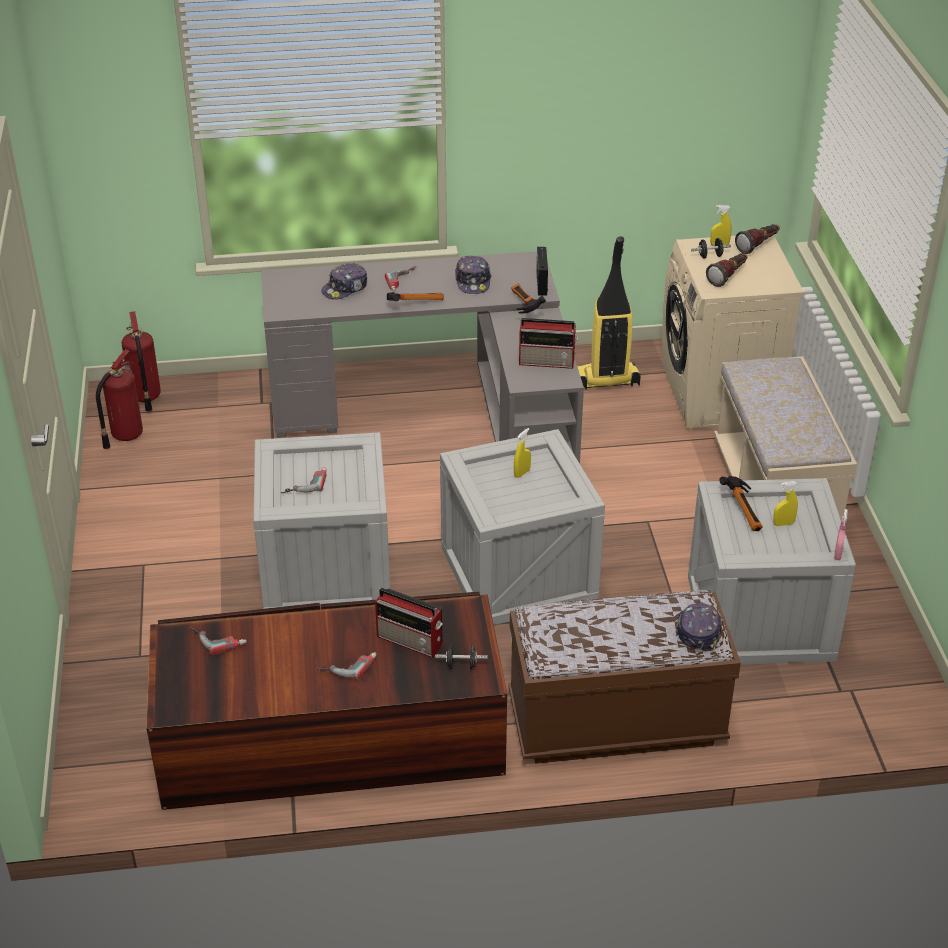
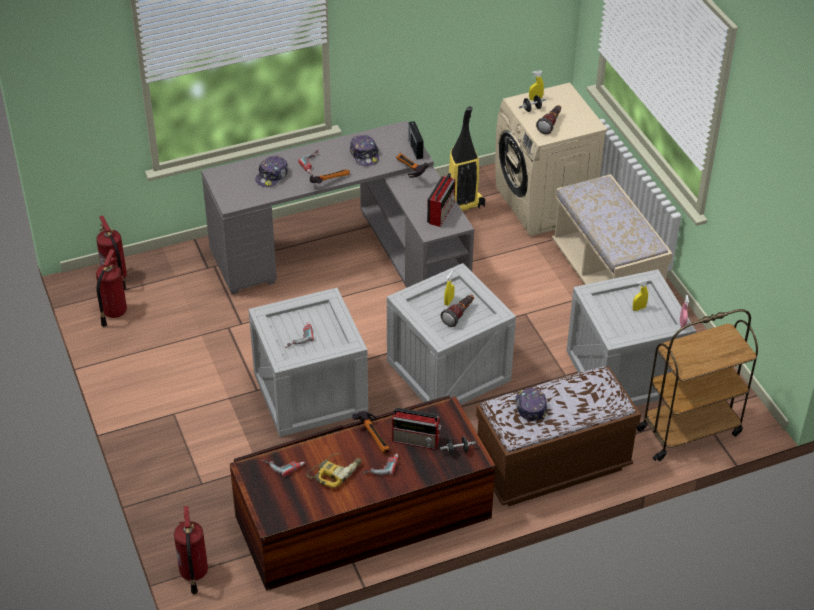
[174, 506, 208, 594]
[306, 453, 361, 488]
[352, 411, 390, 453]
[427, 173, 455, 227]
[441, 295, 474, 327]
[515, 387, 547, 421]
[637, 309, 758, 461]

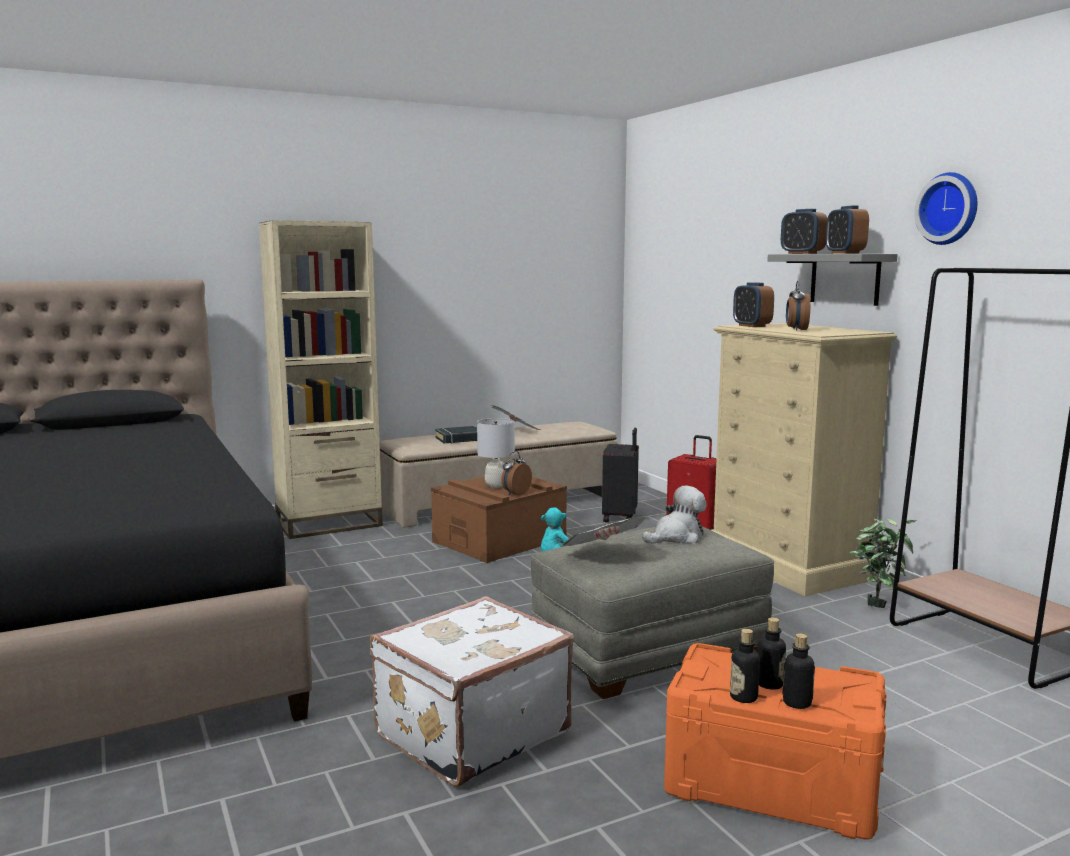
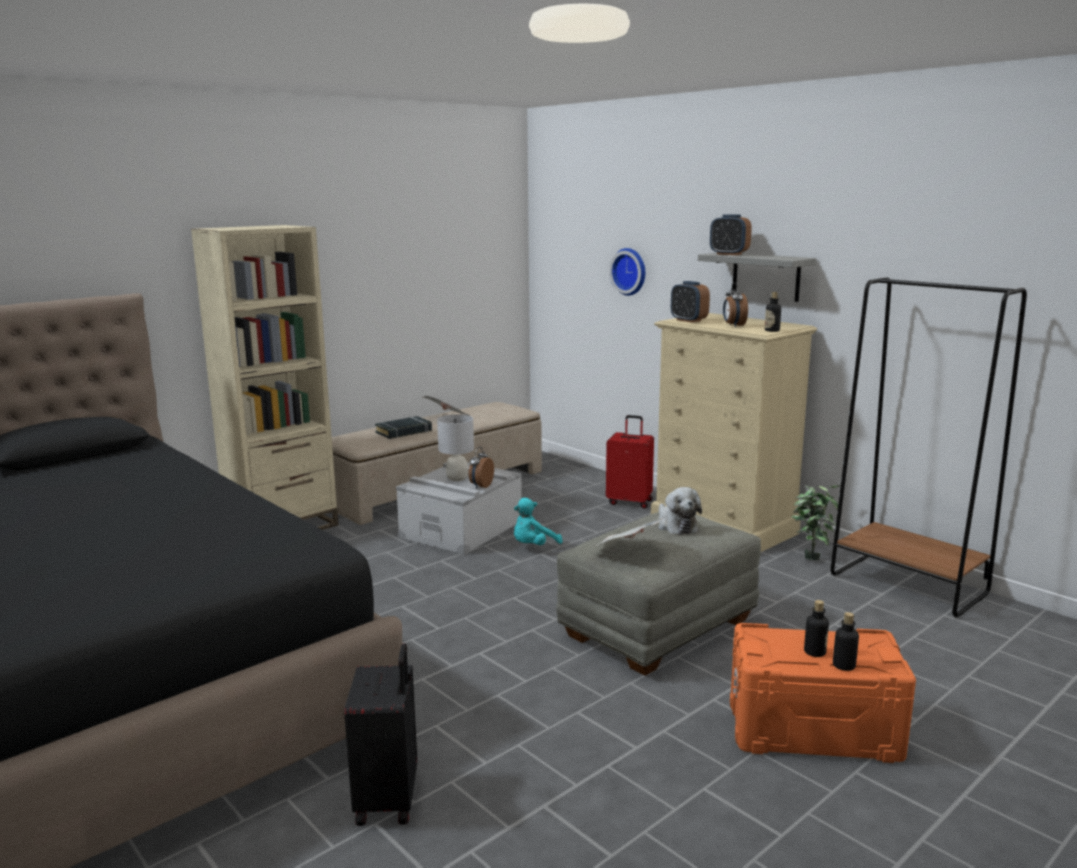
[344, 643, 417, 826]
[396, 462, 522, 555]
[609, 248, 645, 296]
[658, 487, 702, 535]
[765, 292, 781, 332]
[370, 596, 574, 787] (first image)
[826, 205, 869, 254] (first image)

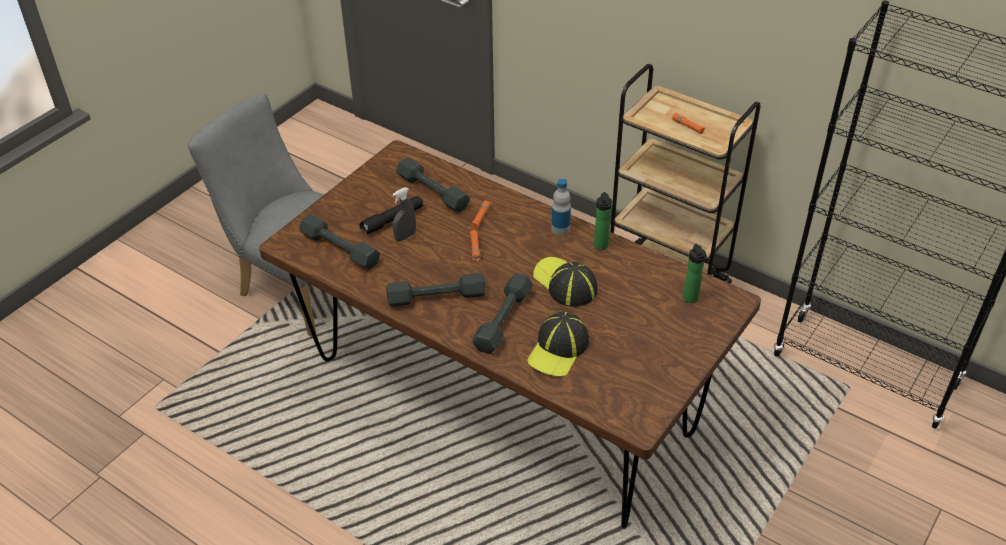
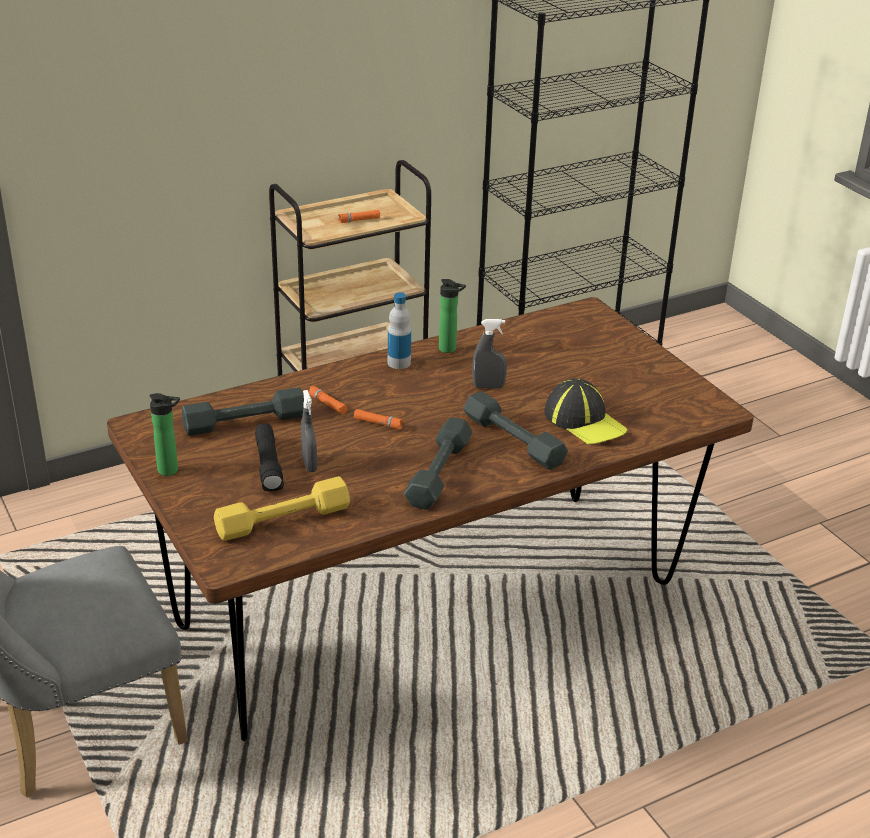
[149, 393, 180, 476]
[214, 476, 350, 541]
[472, 319, 507, 389]

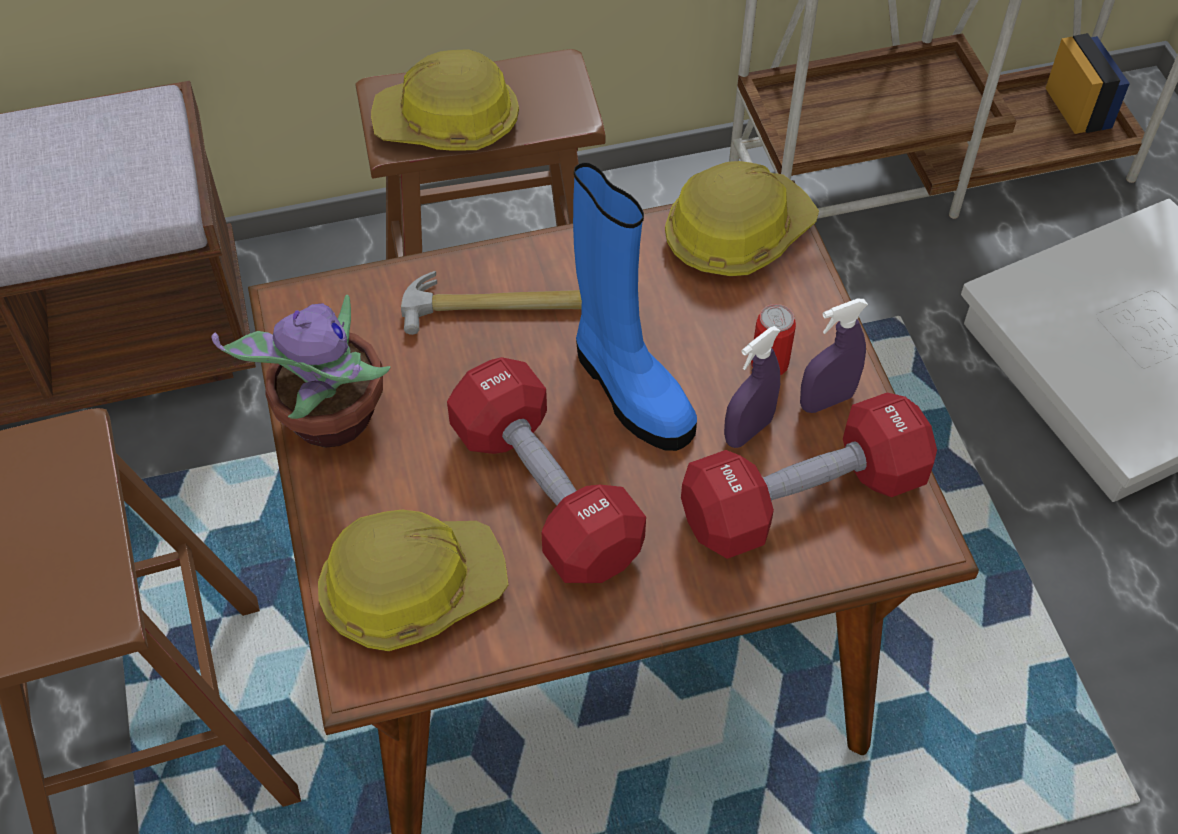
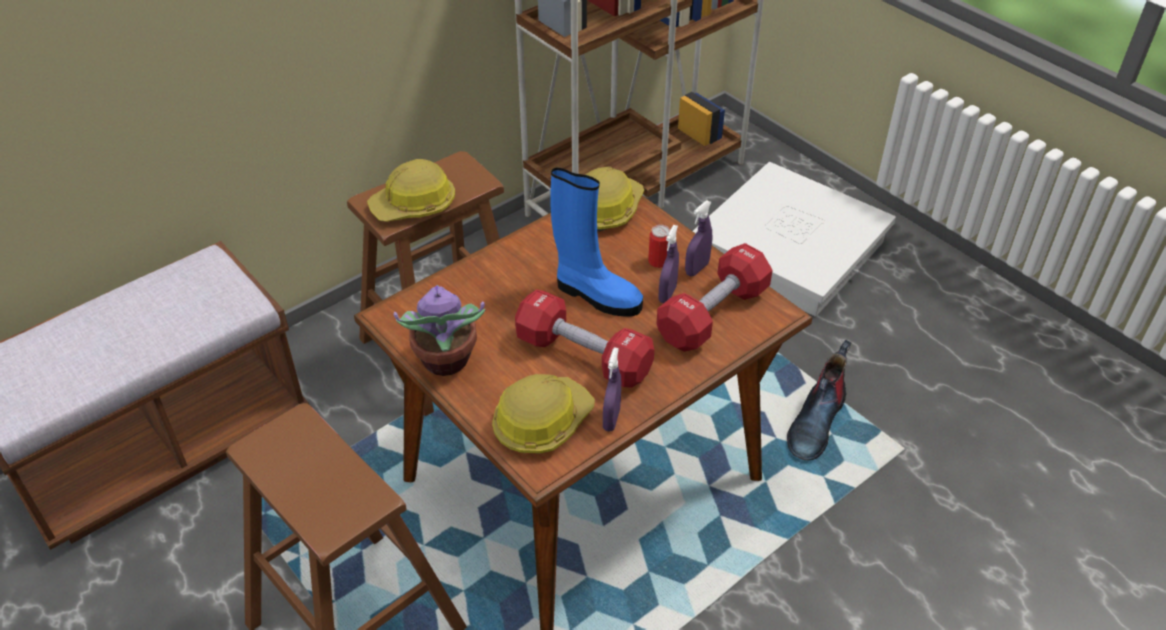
[603, 347, 621, 431]
[787, 340, 851, 461]
[401, 271, 582, 335] (first image)

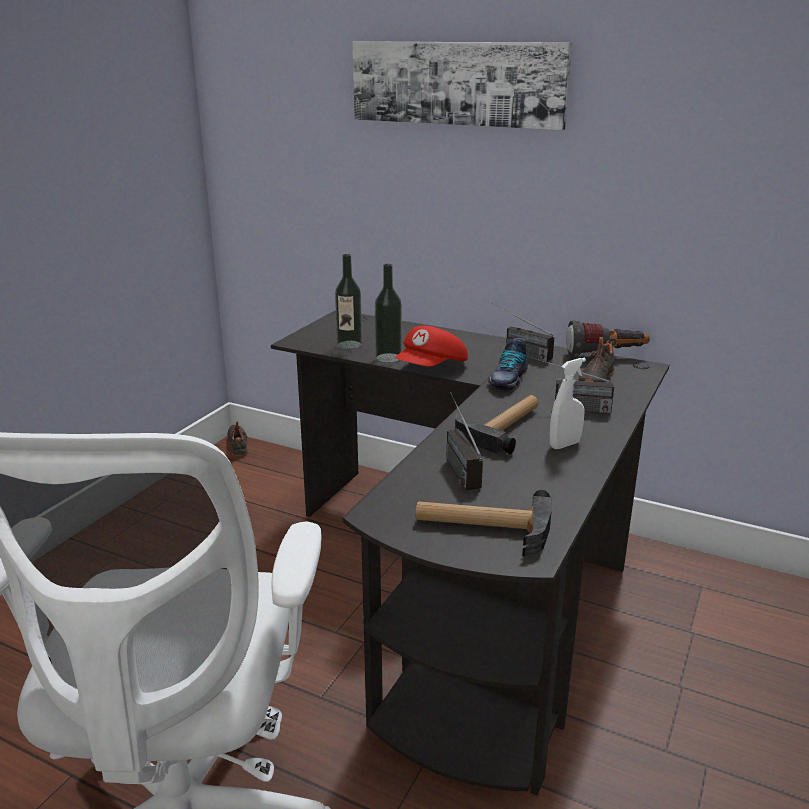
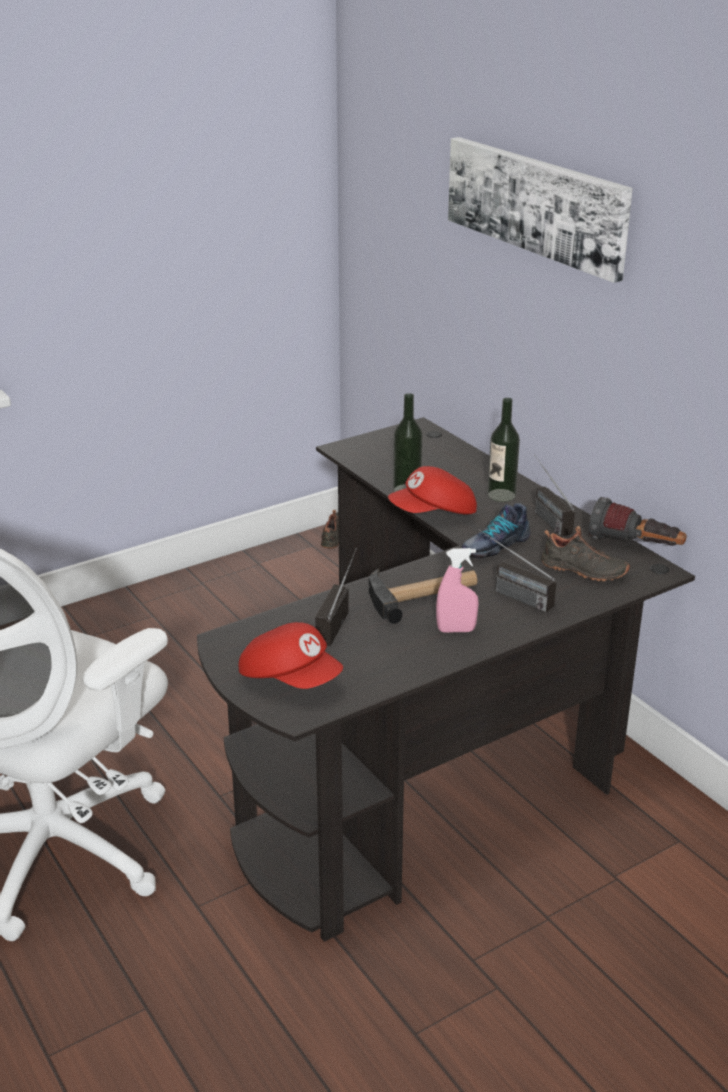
[239, 622, 343, 689]
[436, 548, 479, 633]
[487, 398, 520, 502]
[541, 526, 630, 581]

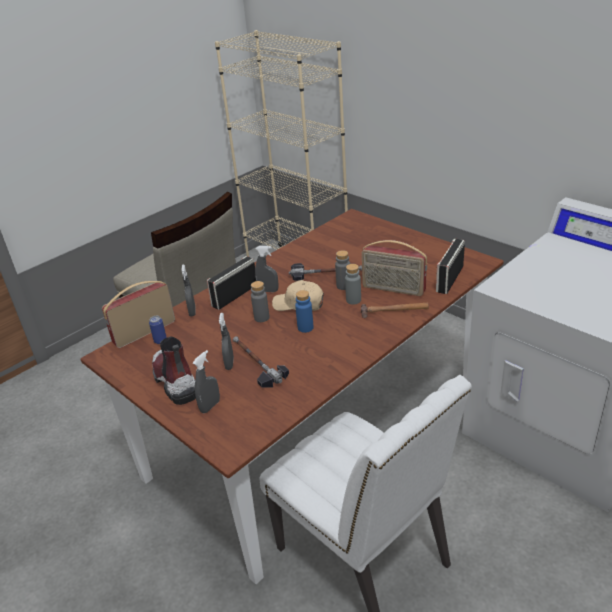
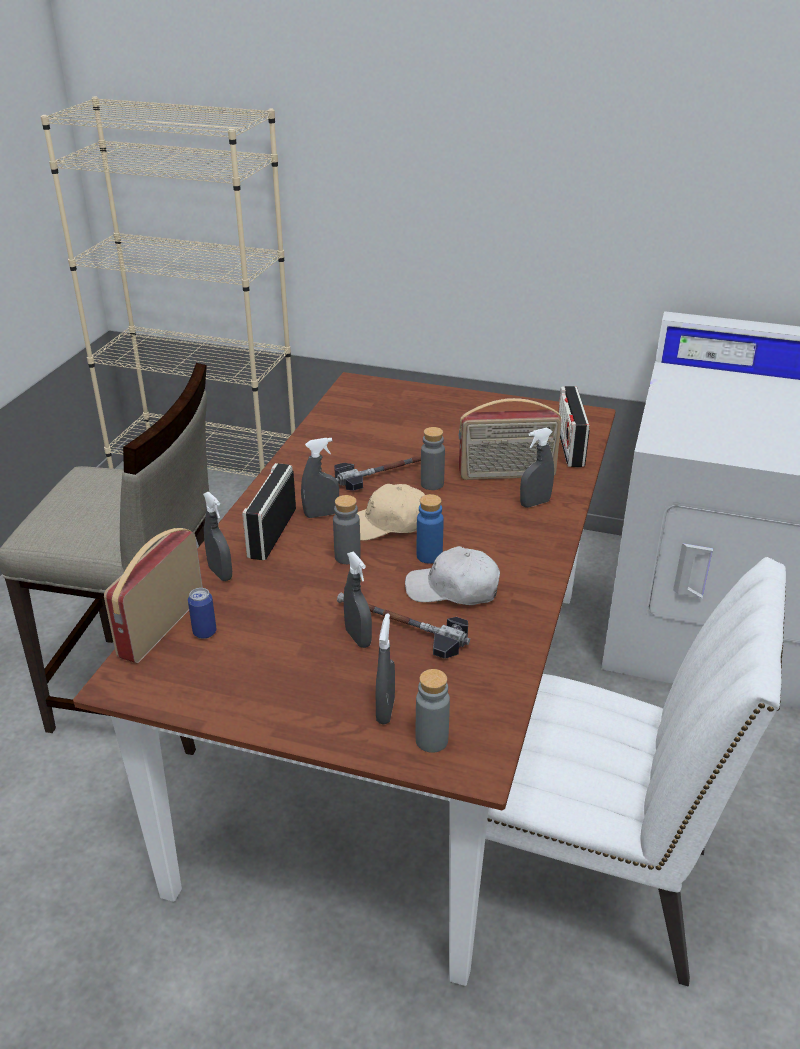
[405, 546, 500, 605]
[415, 669, 450, 753]
[520, 428, 554, 507]
[152, 337, 196, 405] (first image)

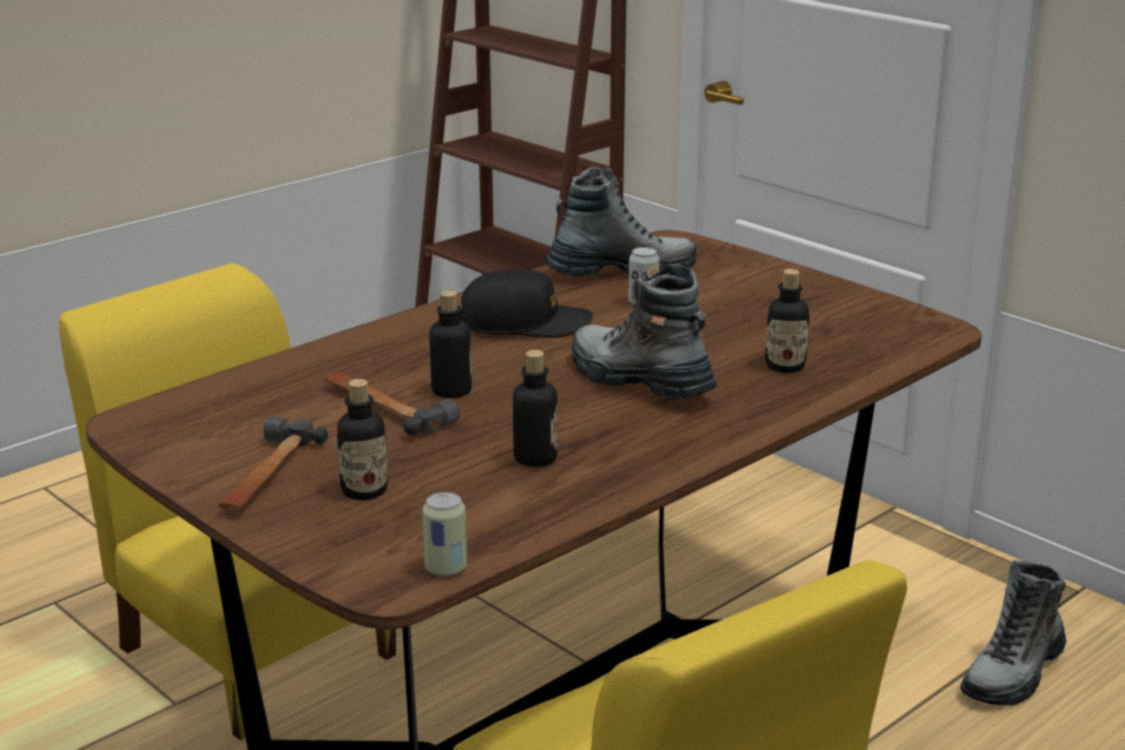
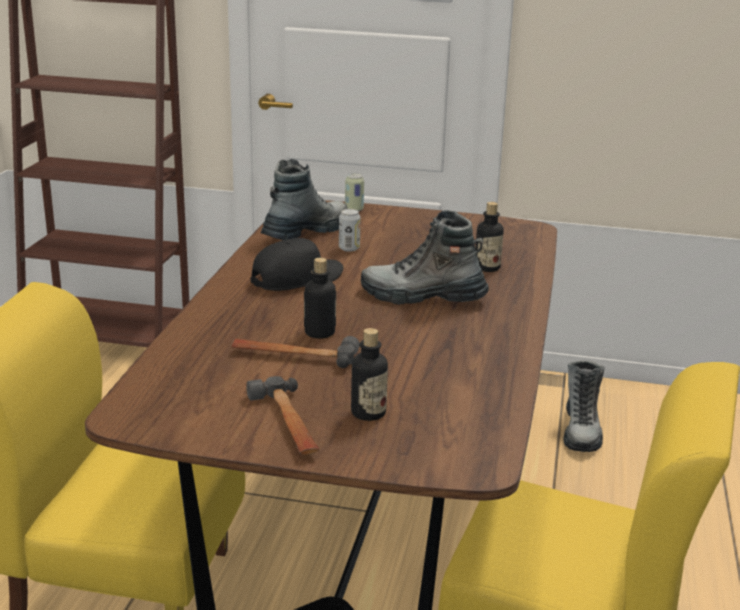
[345, 173, 364, 211]
[513, 350, 558, 467] (first image)

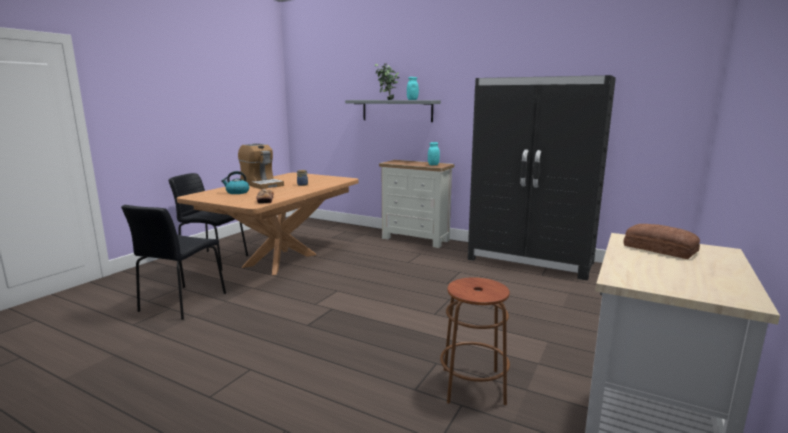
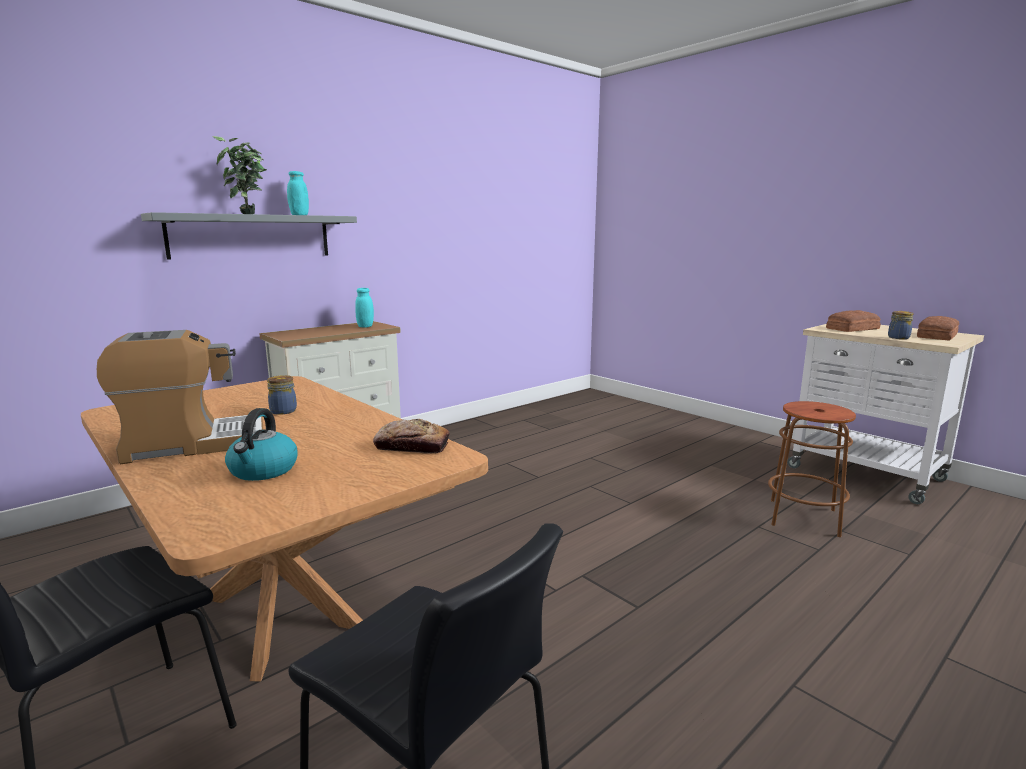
[888, 311, 914, 339]
[917, 316, 959, 340]
[468, 75, 616, 280] (first image)

